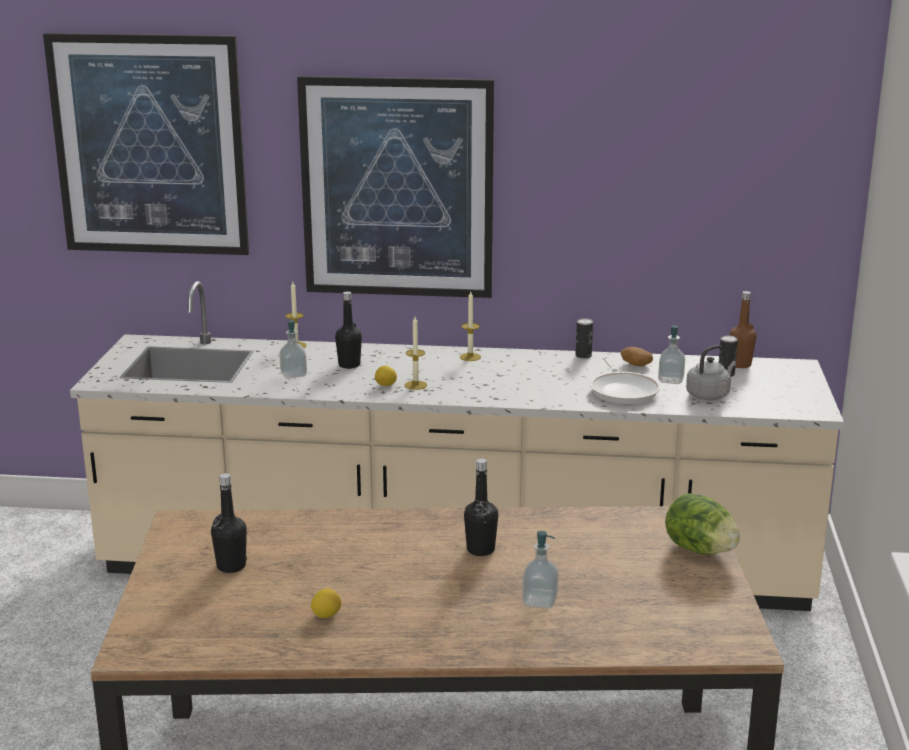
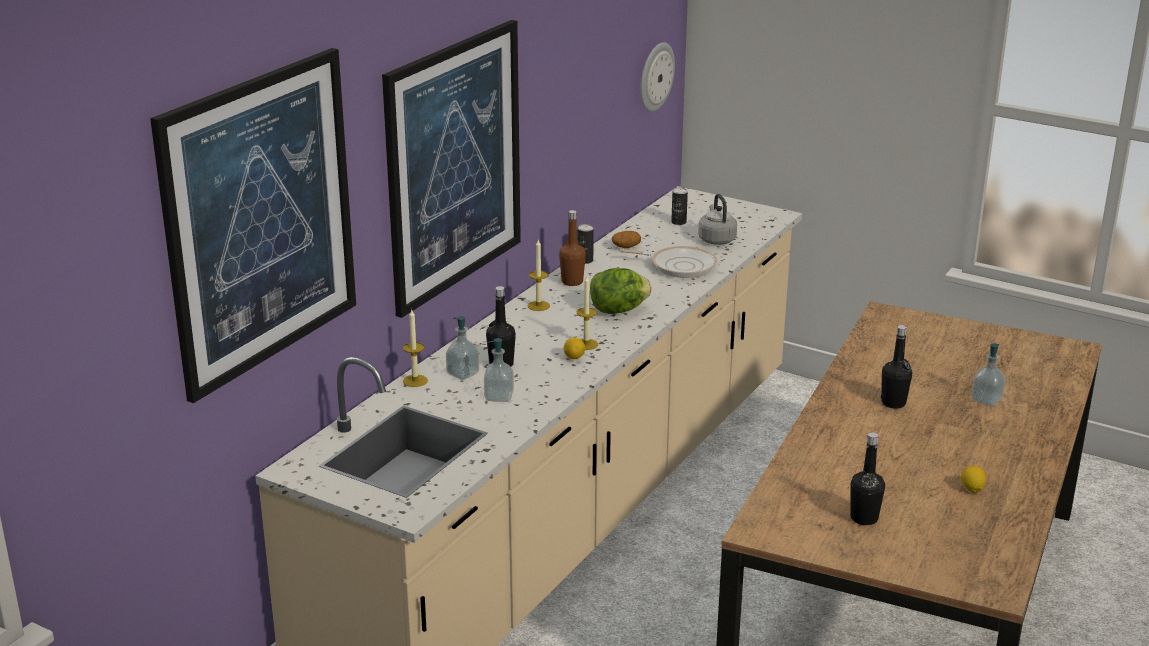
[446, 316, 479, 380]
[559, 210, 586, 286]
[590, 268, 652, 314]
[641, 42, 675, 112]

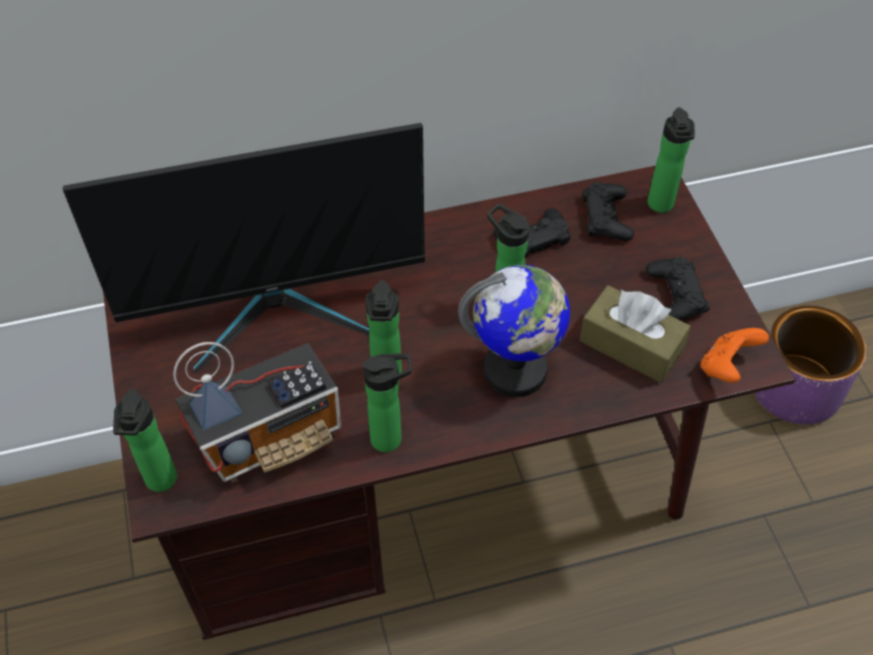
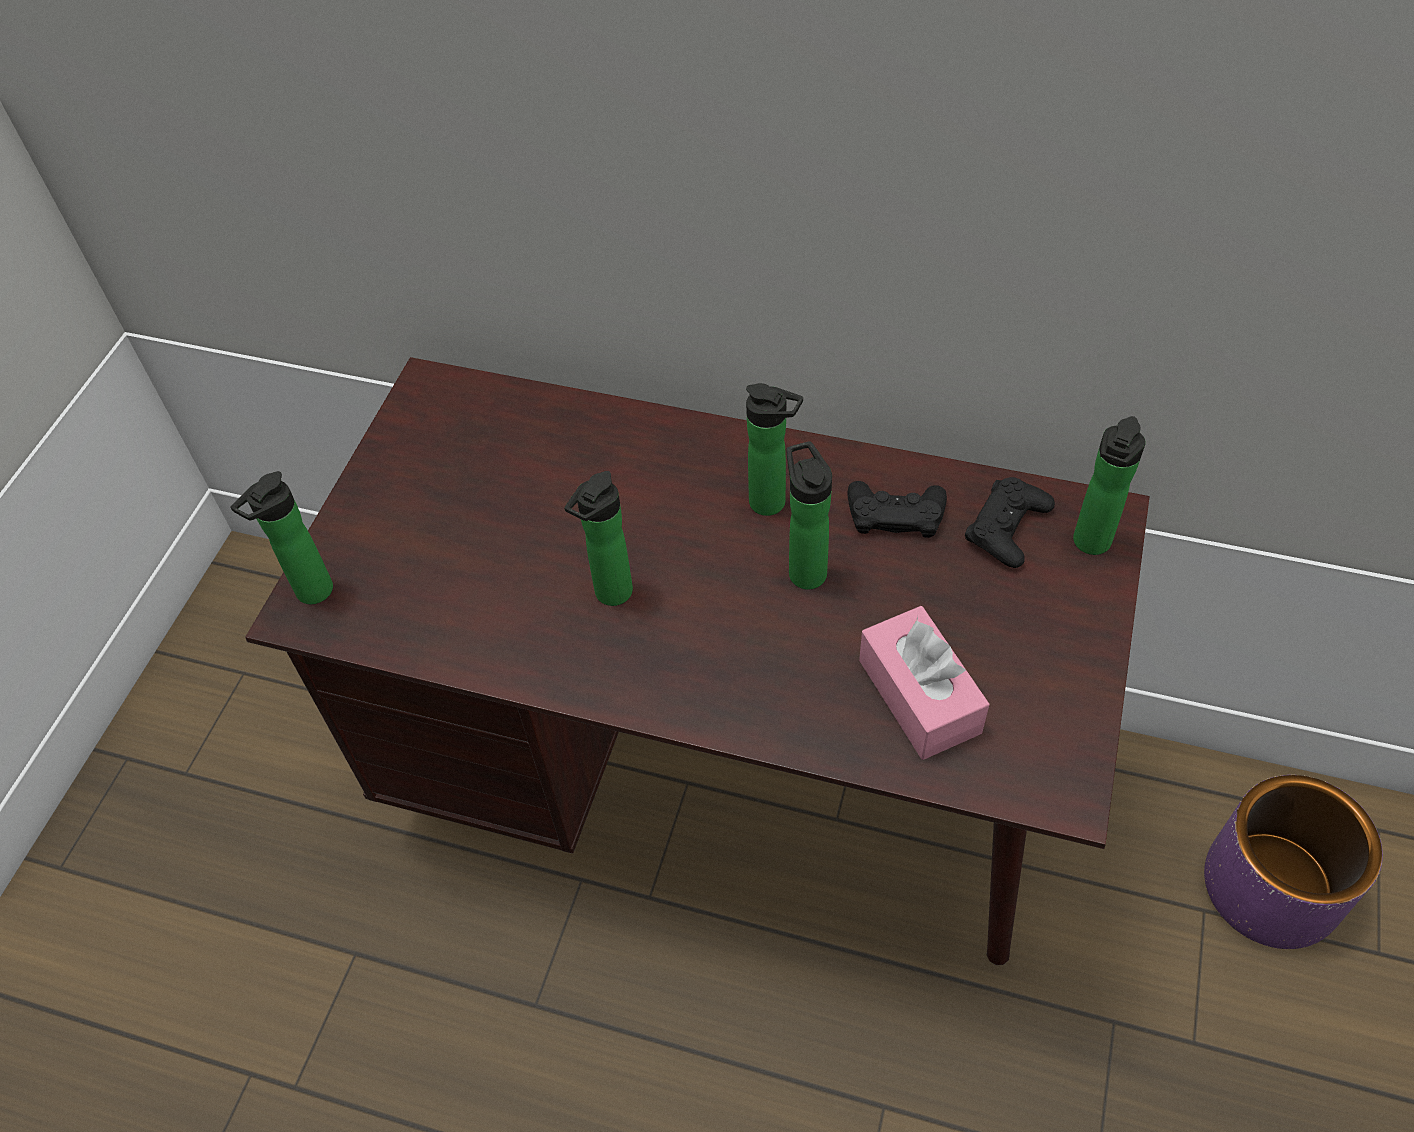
[746, 383, 803, 516]
[859, 606, 990, 760]
[63, 123, 425, 373] (first image)
[173, 342, 341, 485] (first image)
[458, 265, 570, 397] (first image)
[646, 257, 710, 321] (first image)
[701, 328, 769, 383] (first image)

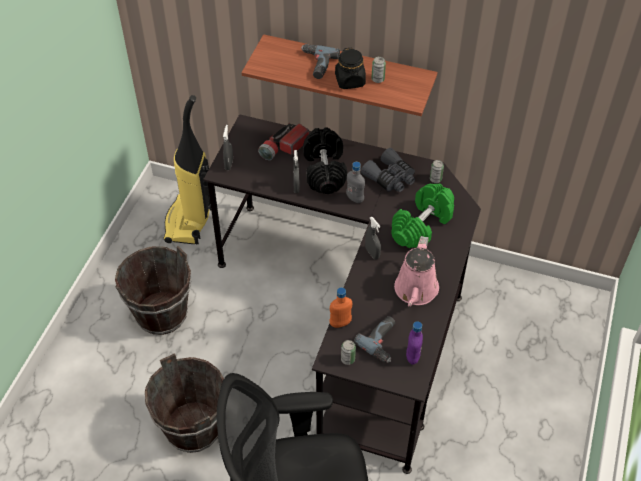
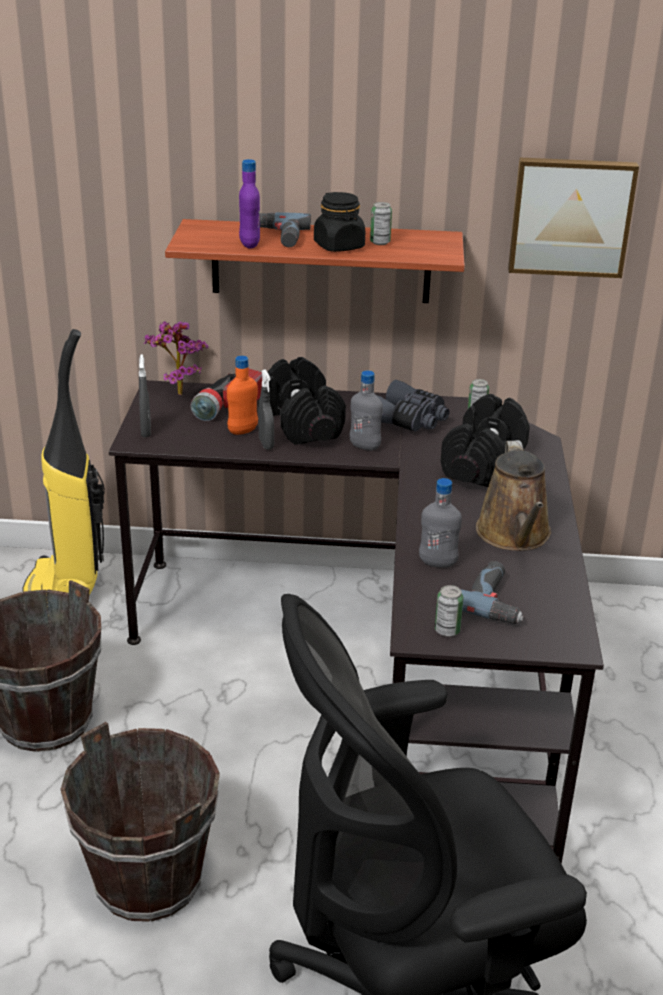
[144, 321, 209, 395]
[227, 356, 258, 435]
[239, 159, 260, 249]
[419, 478, 462, 568]
[441, 394, 530, 487]
[476, 440, 551, 551]
[508, 158, 639, 278]
[365, 217, 381, 260] (first image)

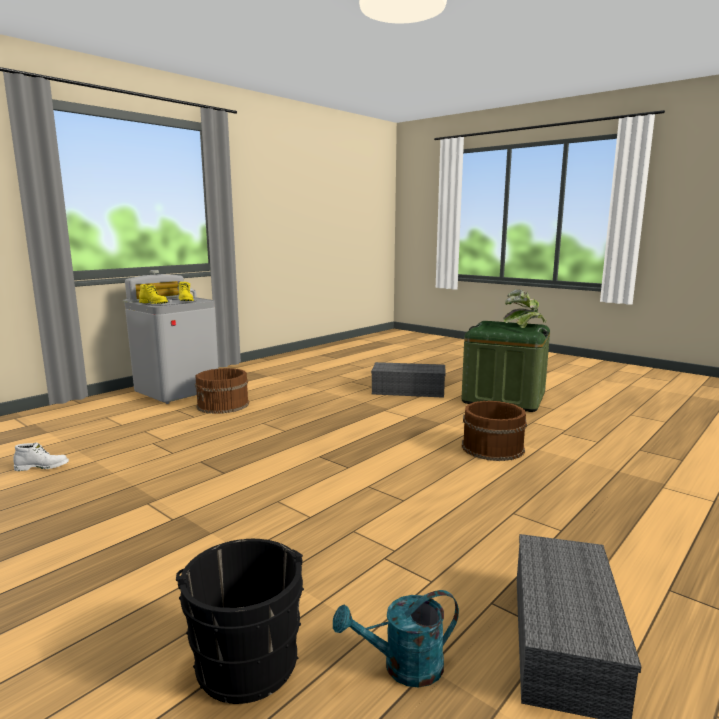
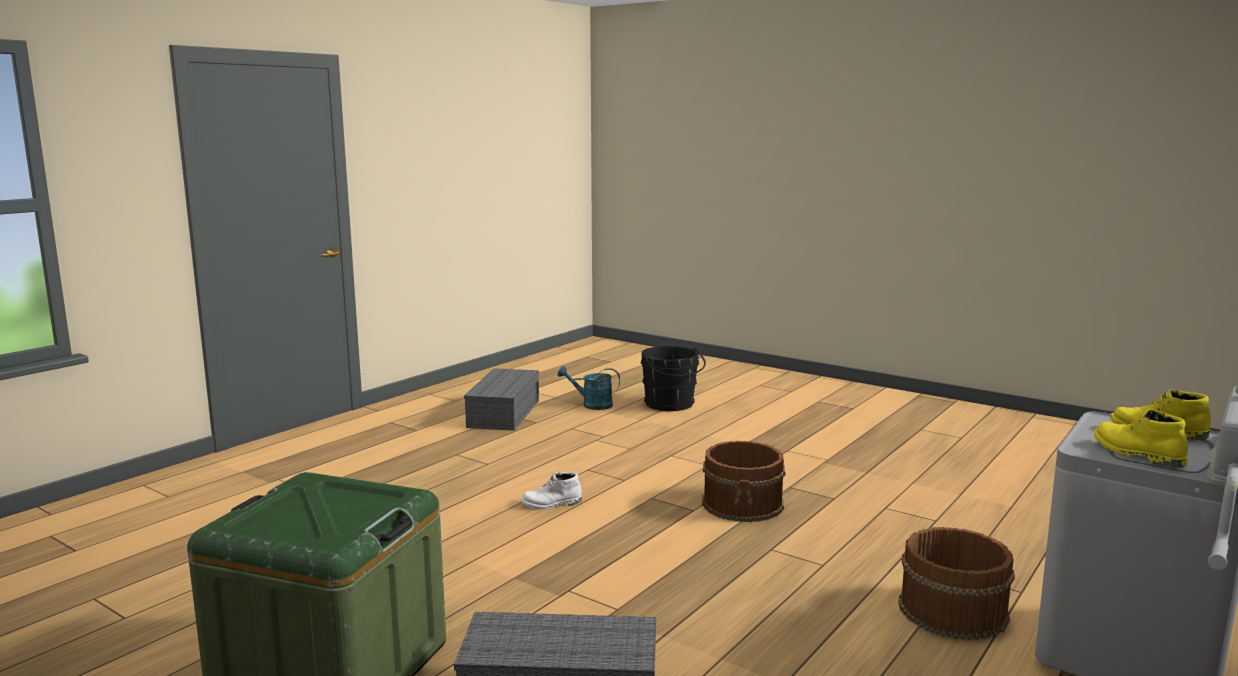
[521, 472, 582, 509]
[558, 366, 620, 410]
[702, 441, 785, 522]
[503, 289, 546, 328] (first image)

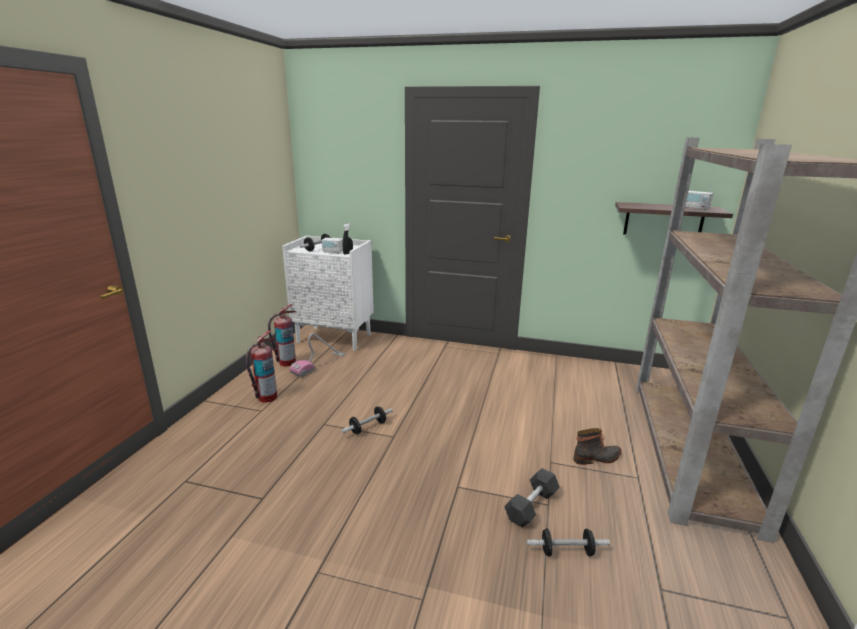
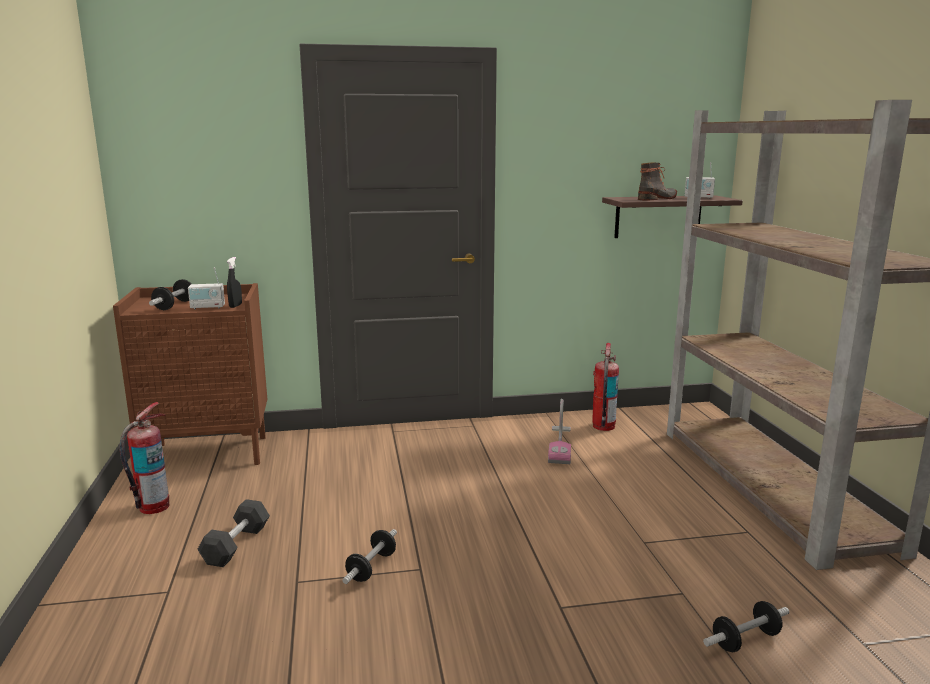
[113, 283, 267, 465]
[197, 499, 270, 567]
[548, 399, 571, 464]
[592, 343, 619, 431]
[638, 162, 677, 200]

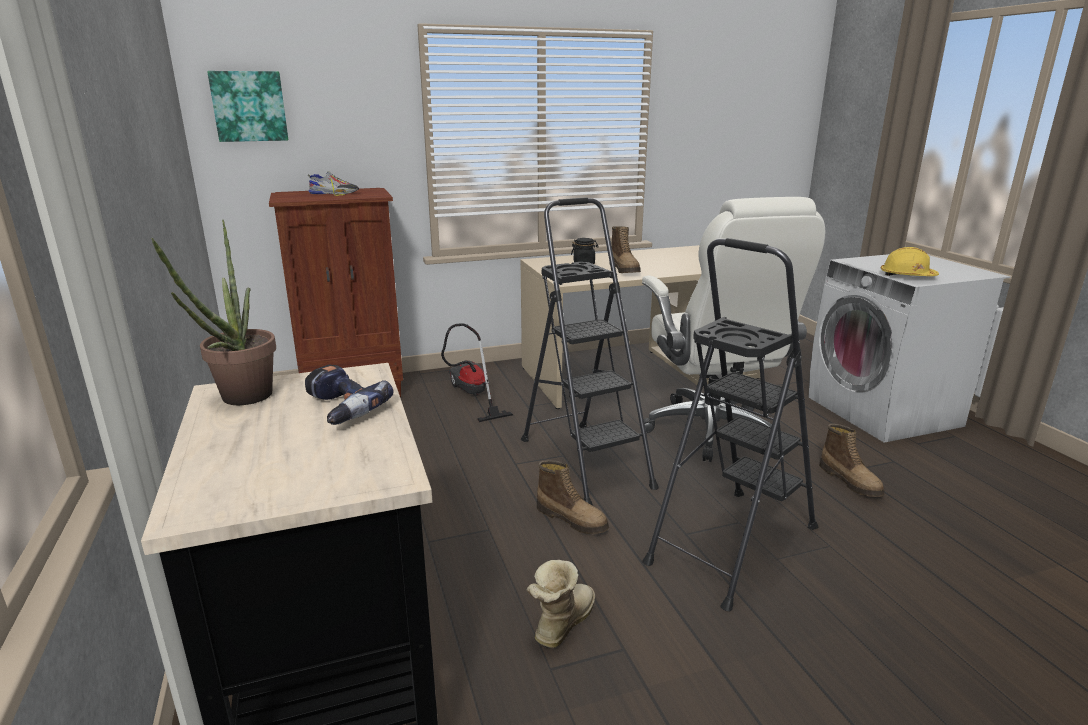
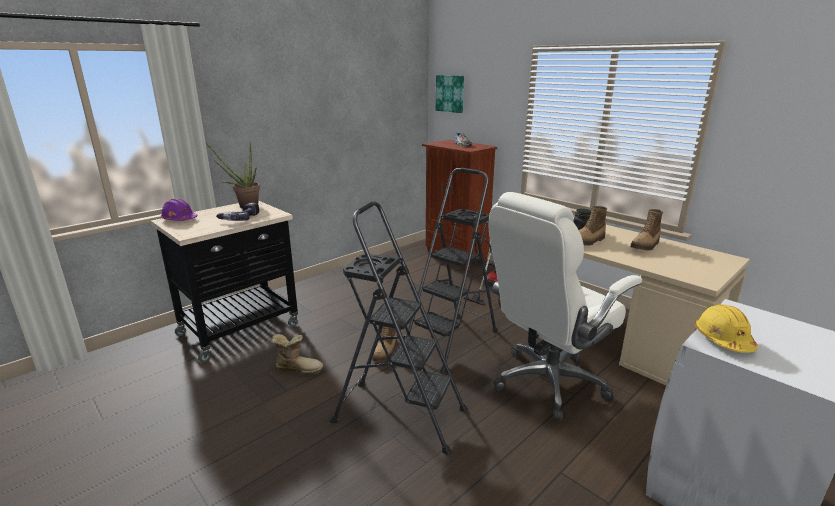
[161, 199, 198, 221]
[630, 209, 663, 251]

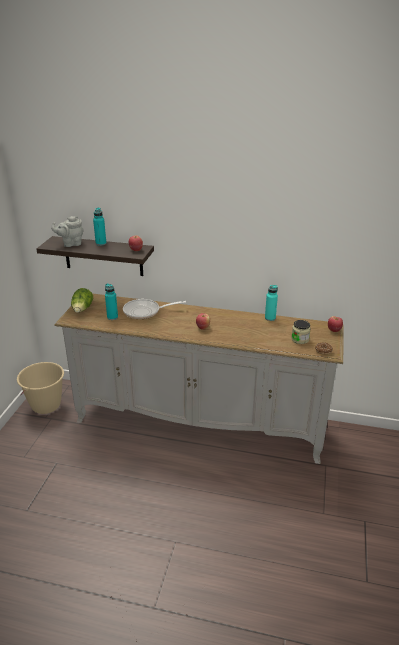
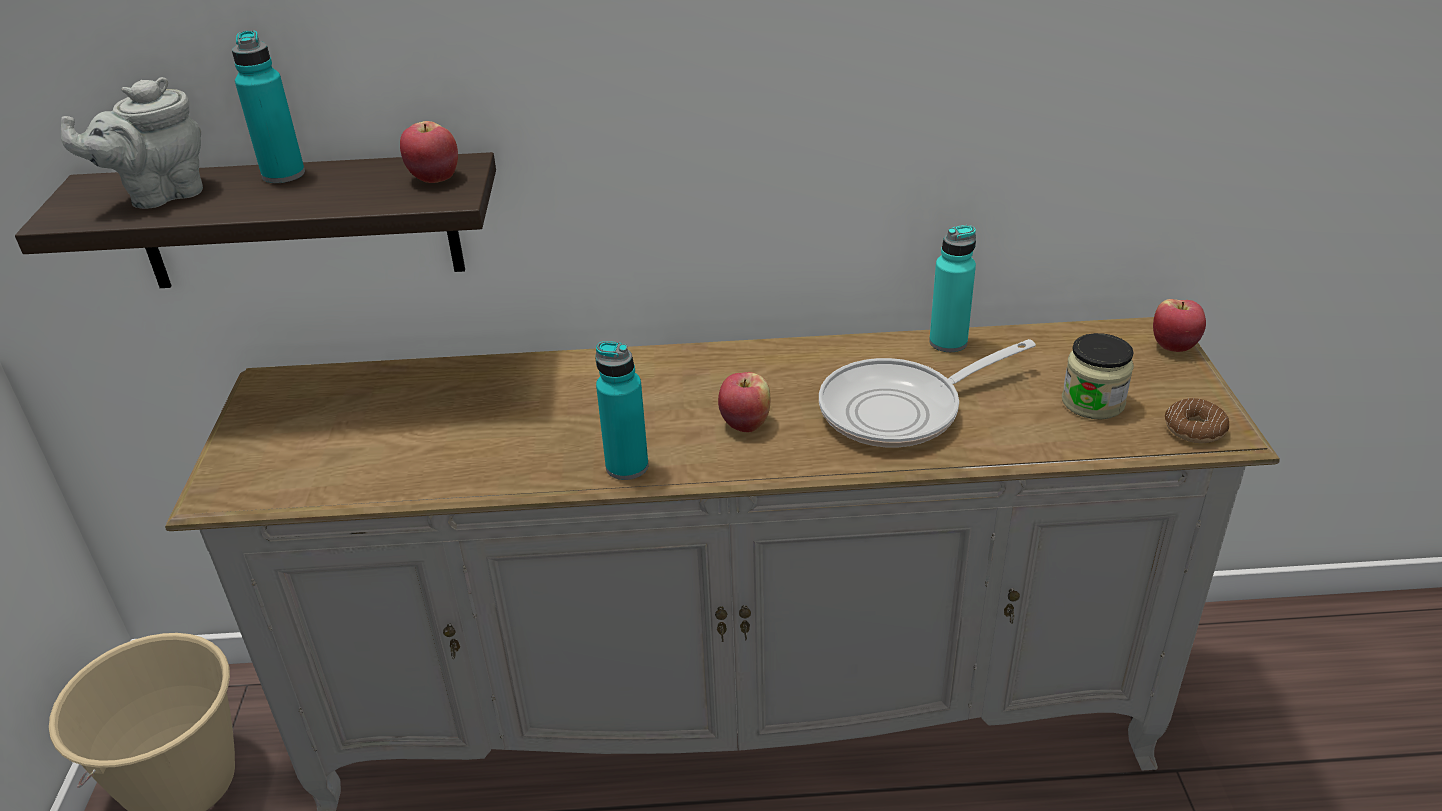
[595, 341, 648, 480]
[819, 339, 1036, 447]
[71, 288, 93, 313] (first image)

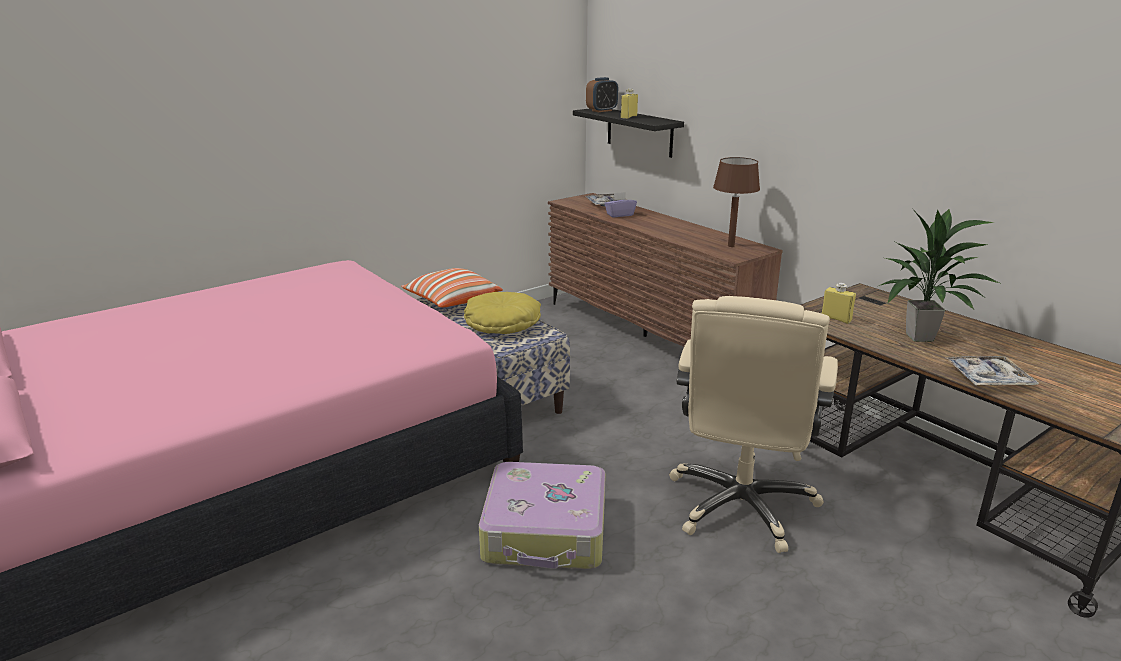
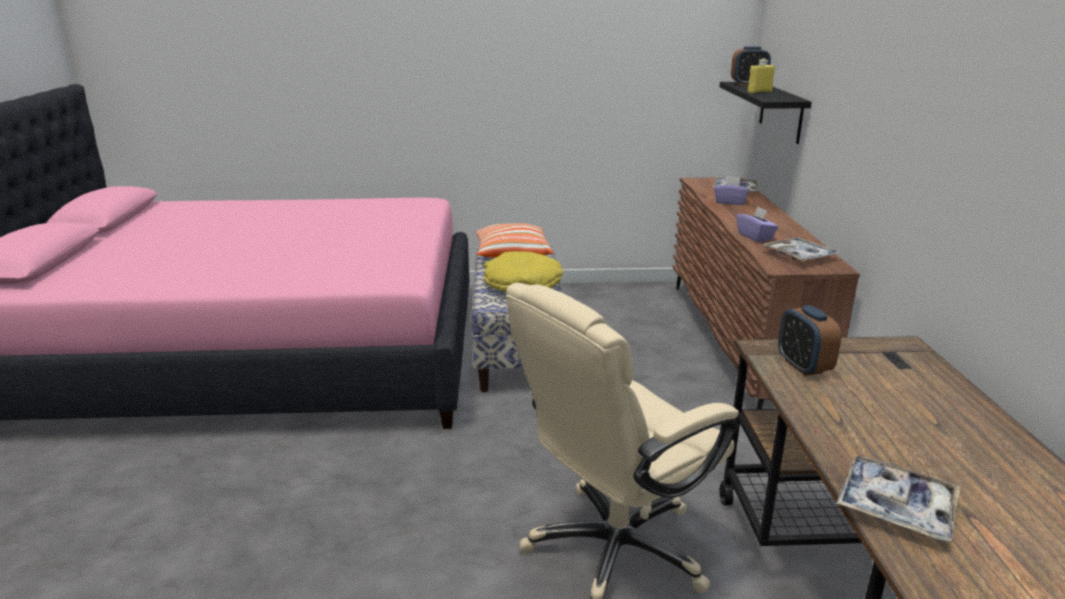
[737, 207, 779, 242]
[762, 237, 841, 261]
[778, 305, 841, 376]
[479, 462, 605, 569] (first image)
[879, 208, 999, 342] (first image)

